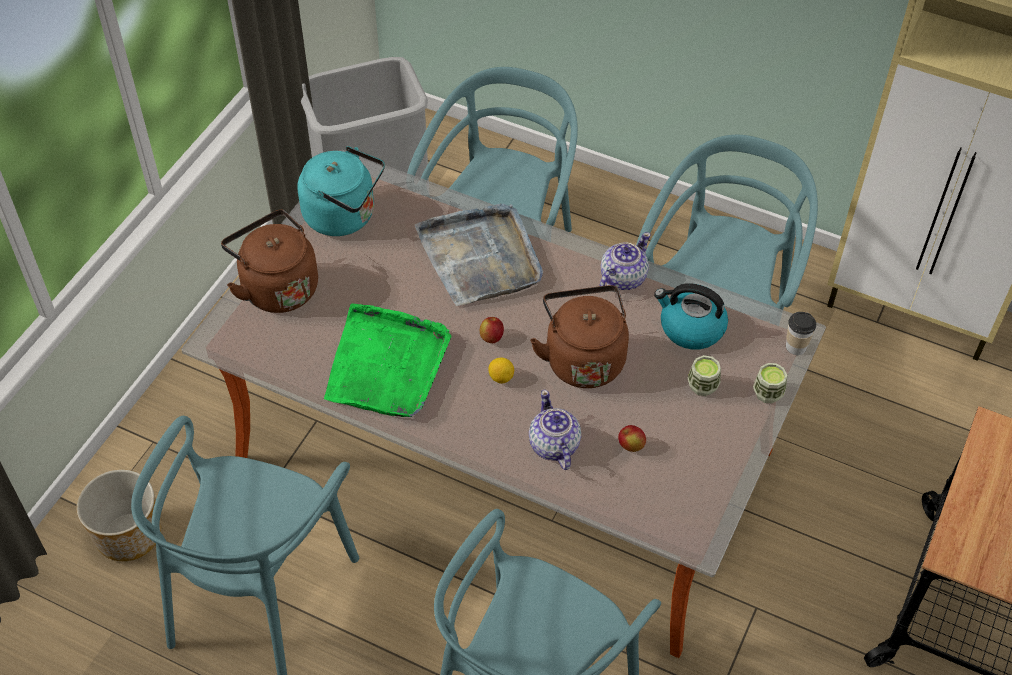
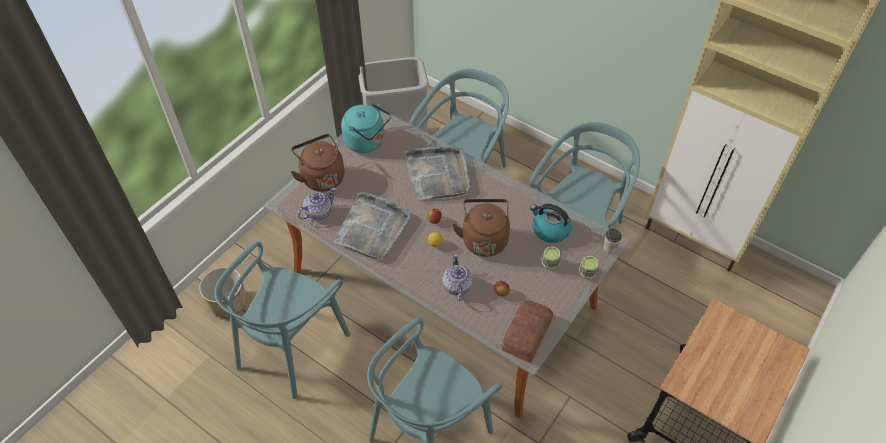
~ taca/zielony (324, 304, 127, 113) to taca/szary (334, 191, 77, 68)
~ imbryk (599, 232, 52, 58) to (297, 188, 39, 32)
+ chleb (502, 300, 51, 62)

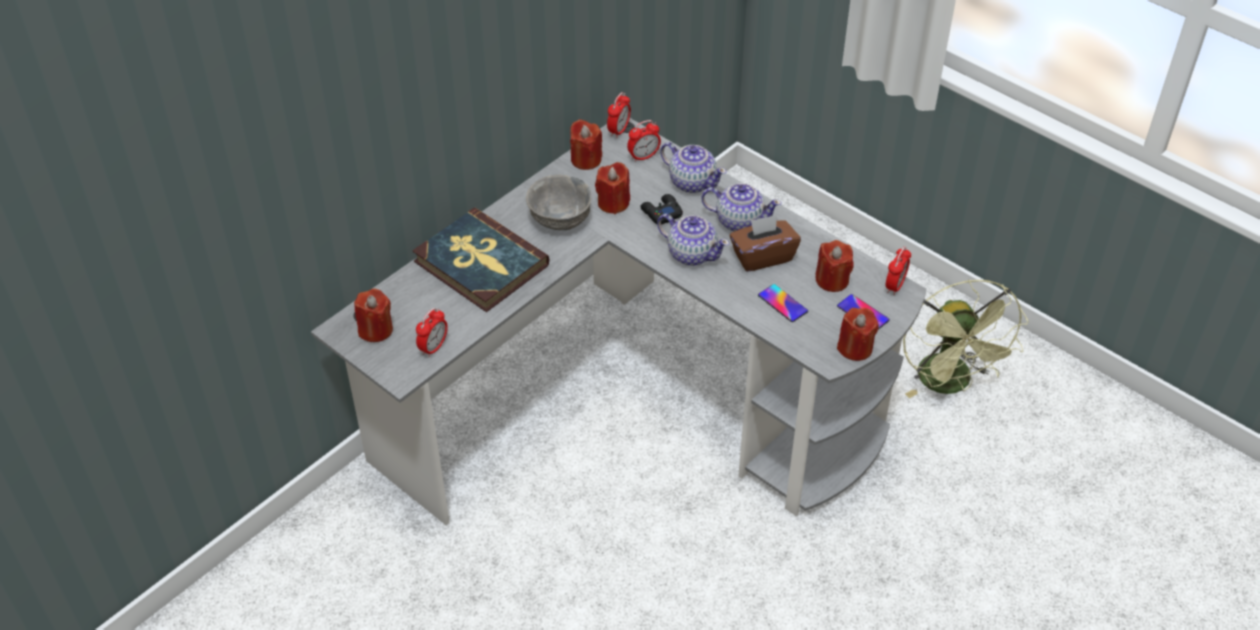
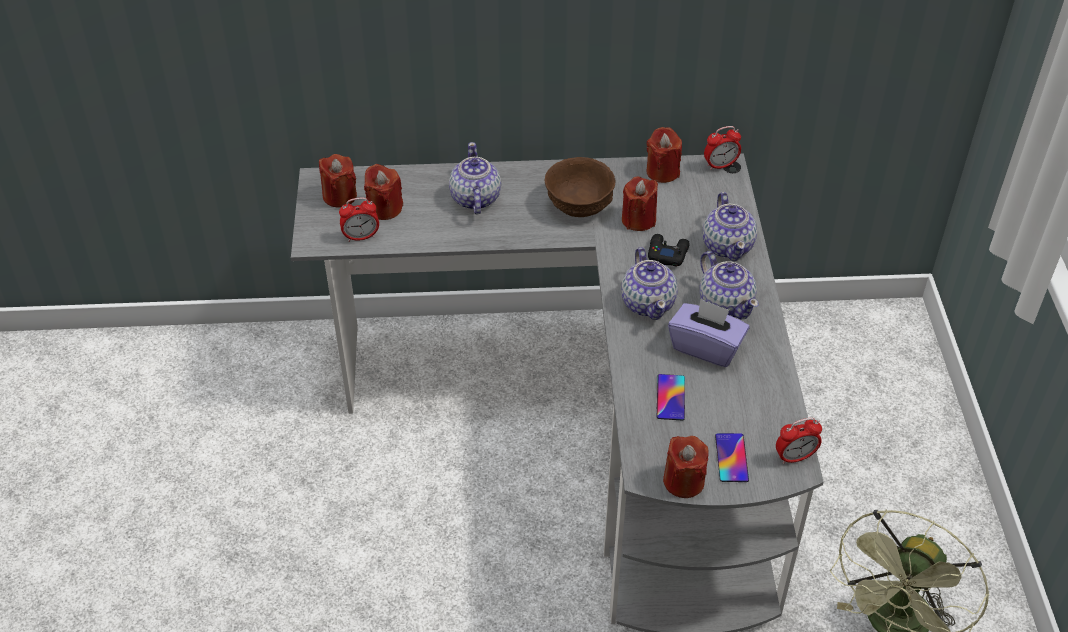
~ książka (412, 208, 138, 104) to imbryk (449, 142, 52, 73)
~ miska/szary (526, 174, 66, 56) to miska/brązowy (545, 157, 70, 60)
- budzik (627, 120, 34, 42)
~ pudełko chusteczek/brązowy (730, 215, 71, 57) to pudełko chusteczek/fioletowy (668, 298, 81, 69)
~ świeca/czerwony (815, 240, 39, 52) to (364, 164, 39, 56)

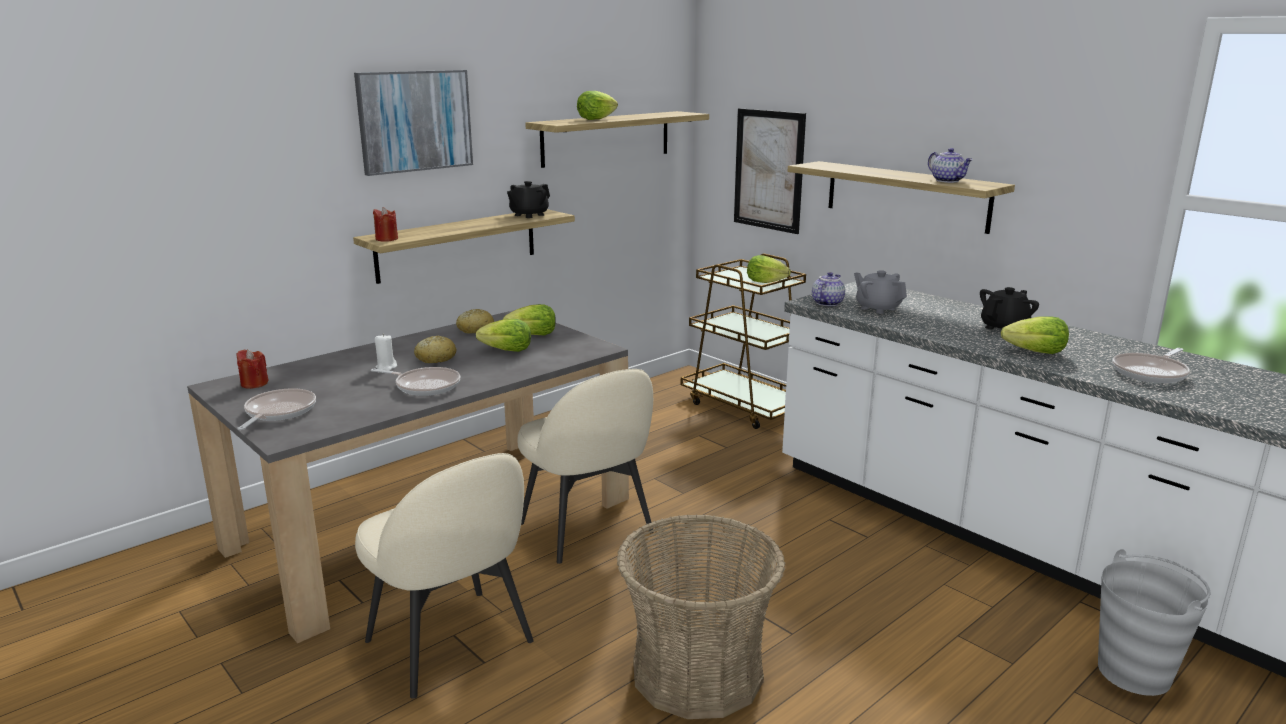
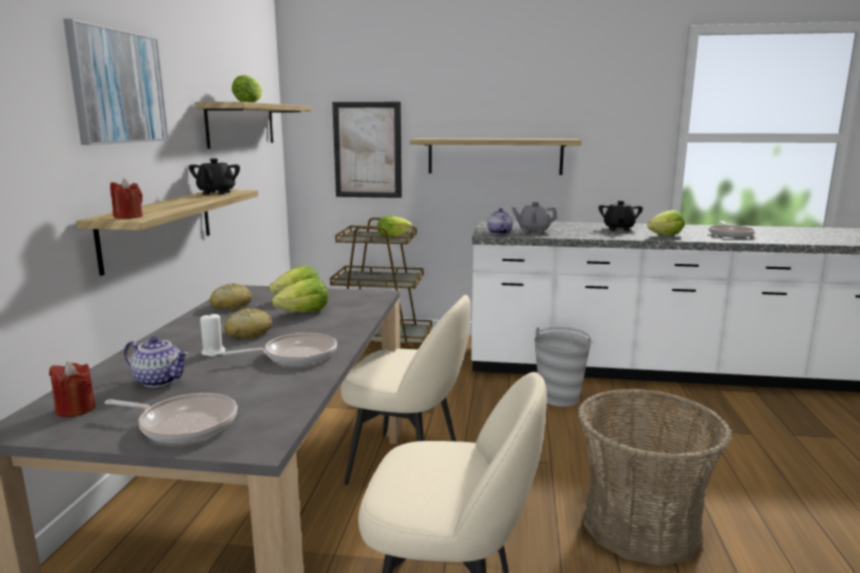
~ patelnia (237, 388, 79, 42) = (105, 393, 132, 50) 135 degrees clockwise
~ imbryk (928, 148, 45, 35) to (124, 336, 64, 51)
~ wiadro/szary (1098, 549, 112, 147) to (535, 327, 58, 79)

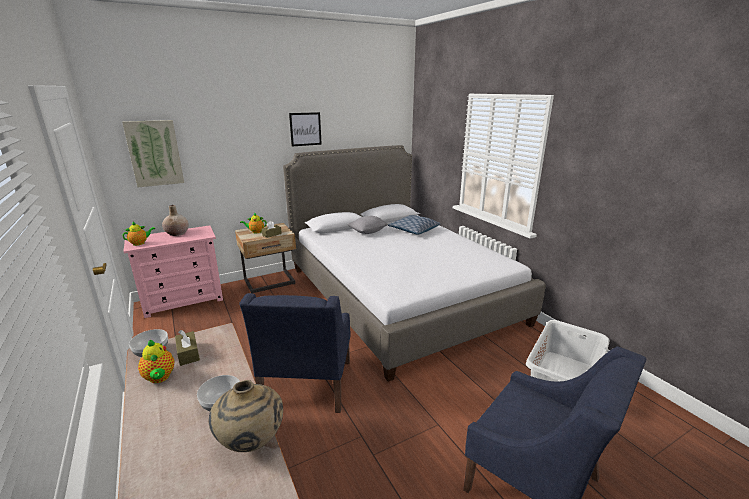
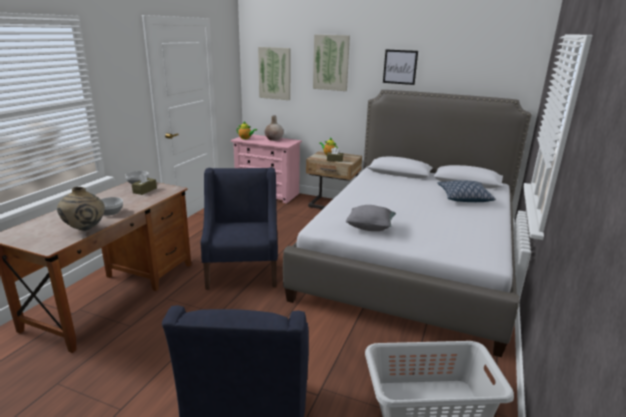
- imbryk (138, 340, 36, 43)
~ fotel/niebieski (239, 293, 112, 120) = (201, 167, 77, 123) 120 degrees clockwise
~ poduszka/szary (347, 216, 41, 18) to (345, 205, 51, 26)
+ obraz (313, 34, 37, 57)

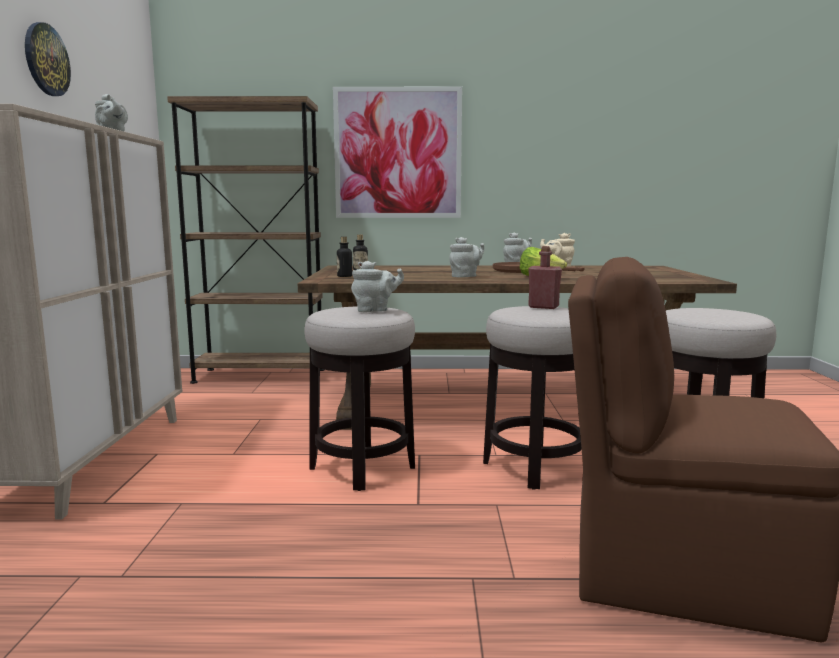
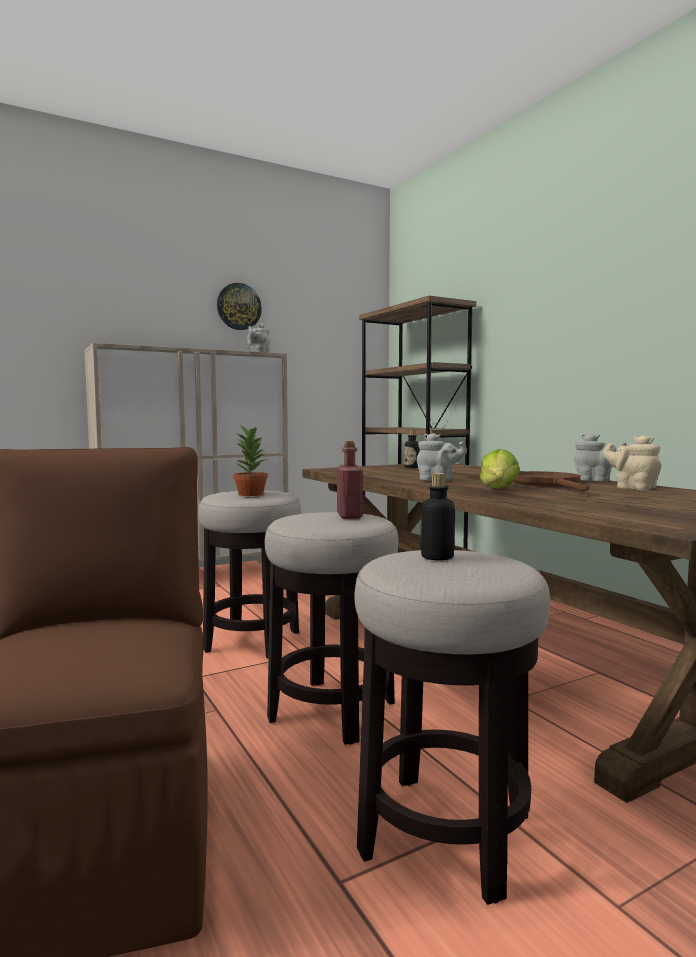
- obraz (333, 87, 129, 131)
~ butelka (337, 236, 15, 41) to (420, 473, 35, 88)
~ imbryk/szary (351, 261, 53, 51) to roślina doniczkowa (233, 425, 35, 71)

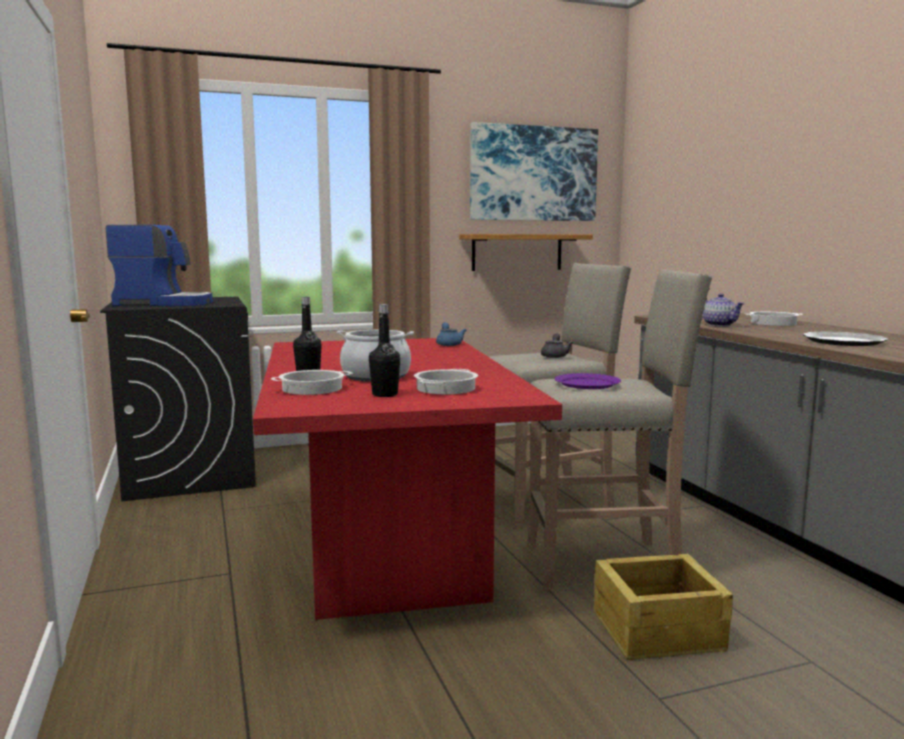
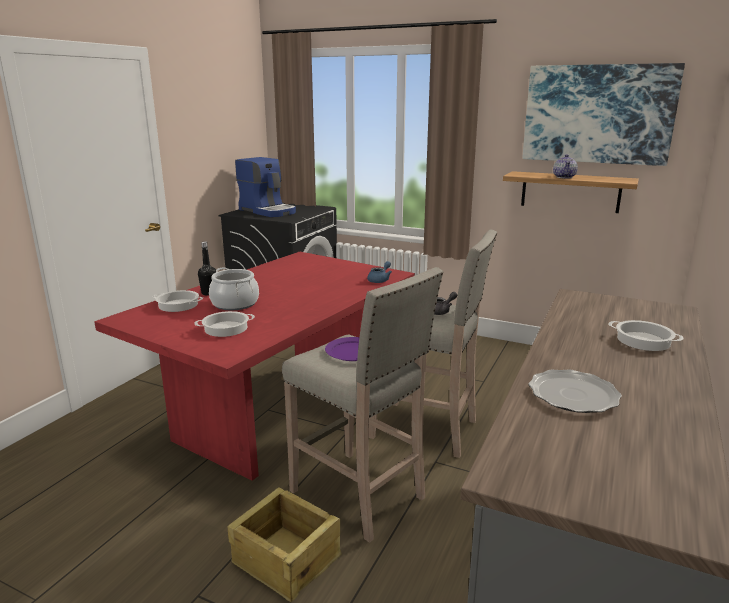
- butelka/czarny (369, 304, 31, 93)
~ imbryk (702, 293, 43, 33) to (553, 154, 25, 24)

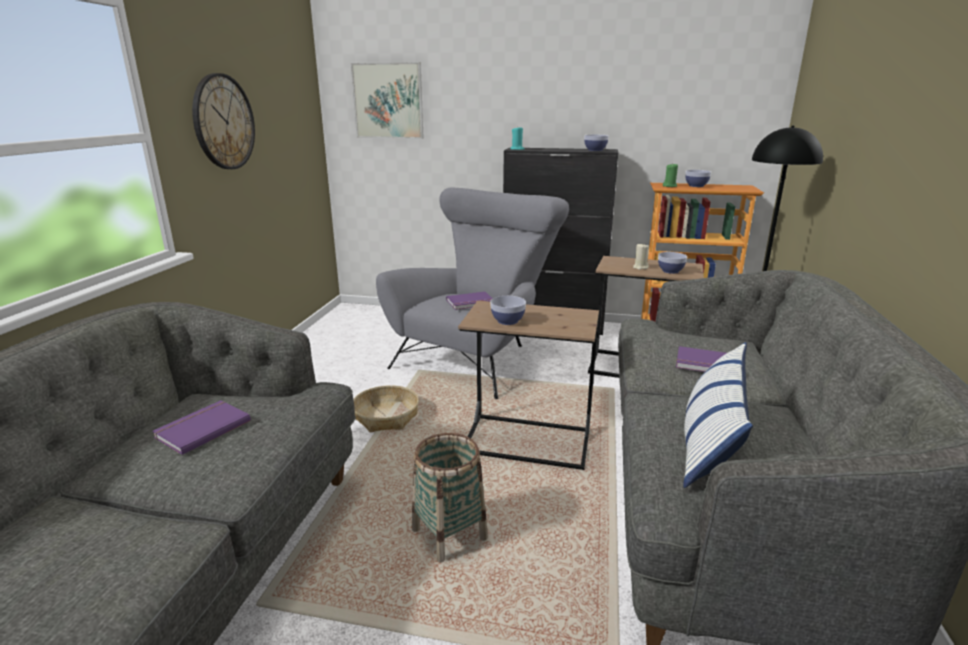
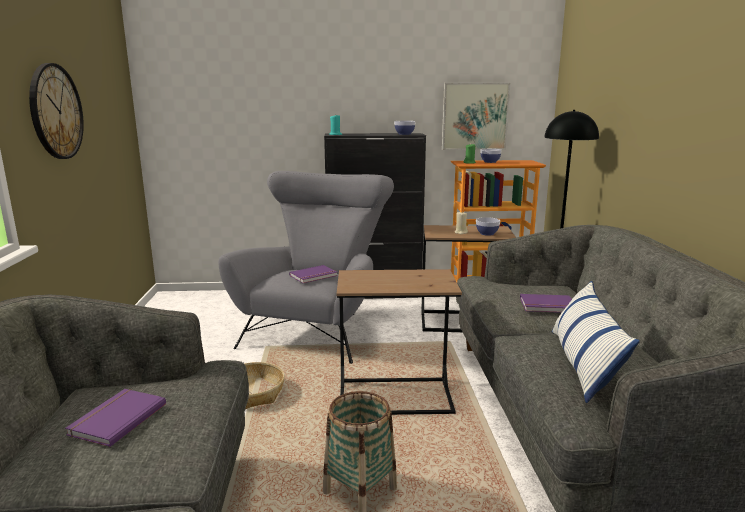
~ obraz (351, 62, 73, 77) to (442, 83, 68, 67)
- miska (490, 296, 36, 29)

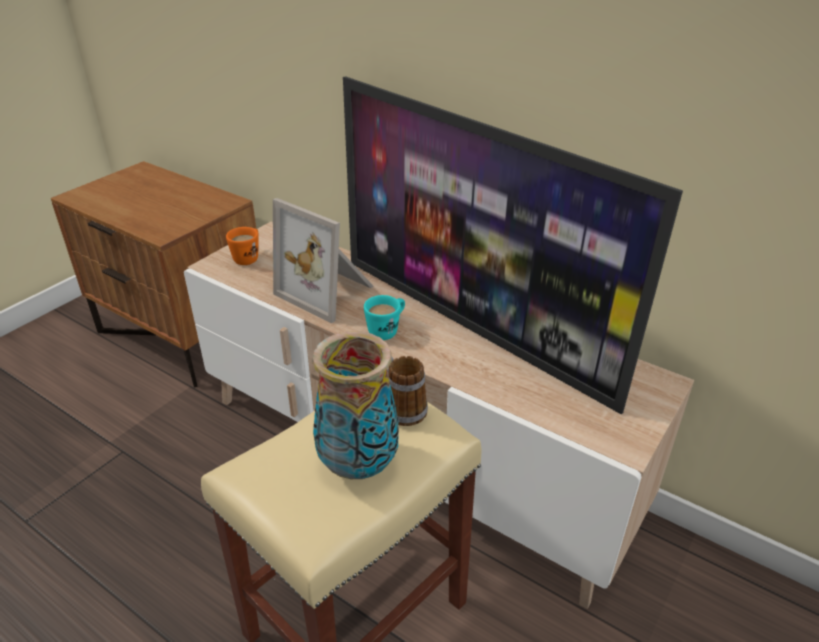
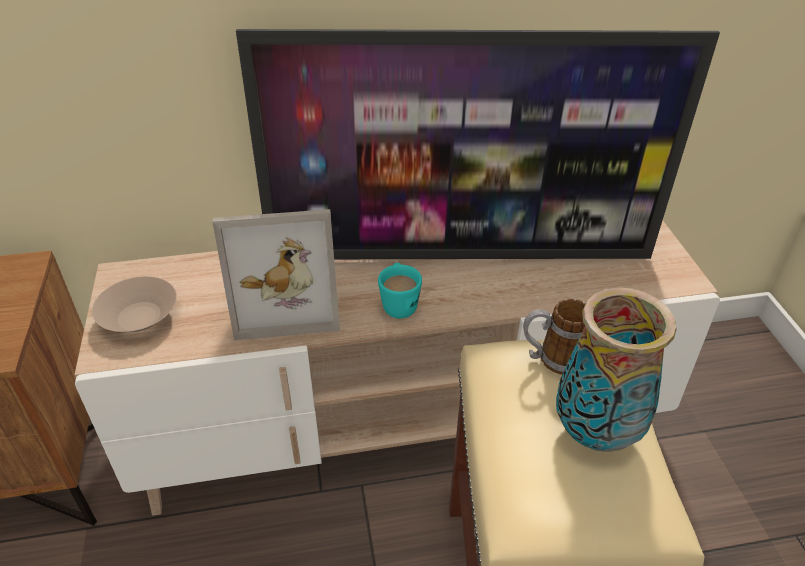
~ kubek/pomarańczowy (226, 227, 33, 38) to miska/beżowy (92, 276, 85, 56)

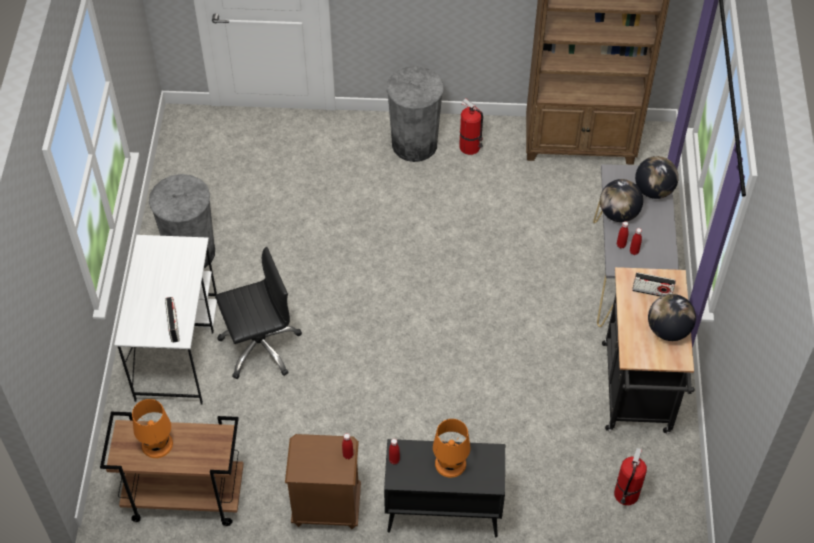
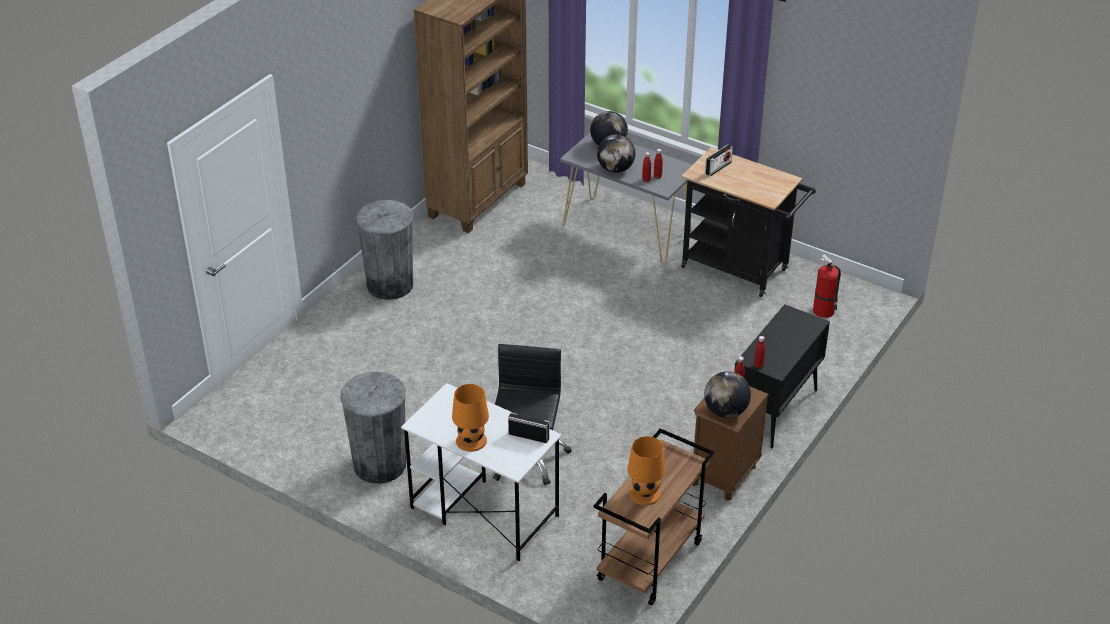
~ lampa stołowa/pomarańczowy (433, 419, 37, 59) to (452, 384, 37, 68)
- gaśnica (459, 98, 24, 57)
~ globus (648, 294, 48, 47) to (704, 371, 47, 47)

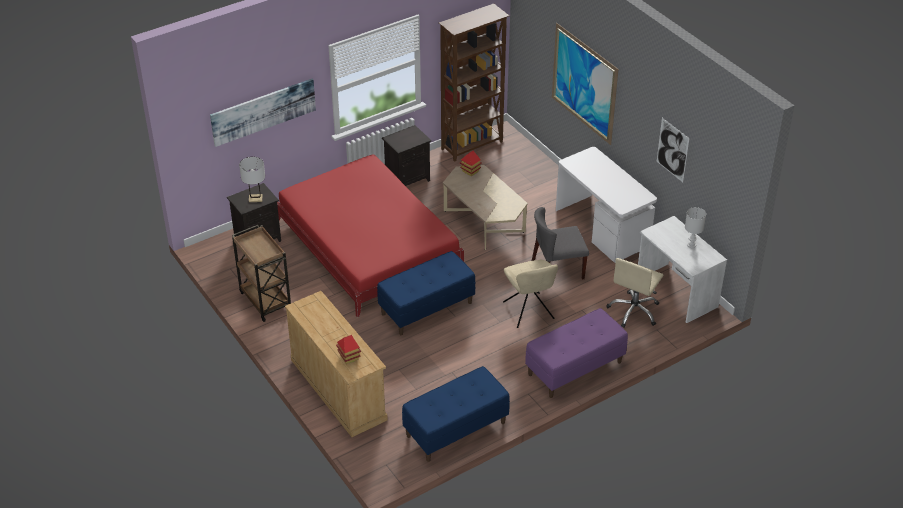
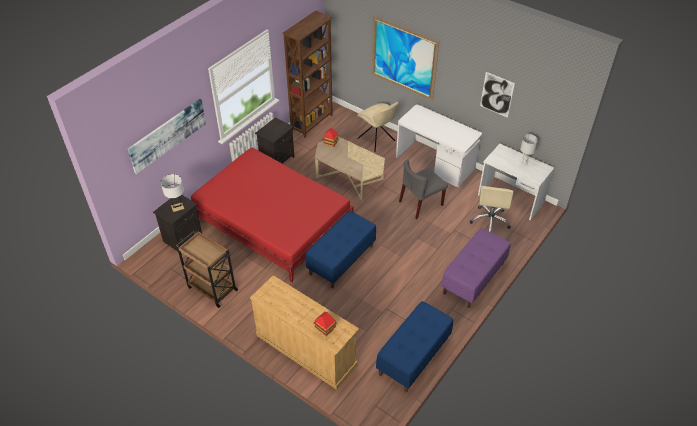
~ krzesło/beżowy (503, 260, 55, 68) to (357, 102, 42, 50)

